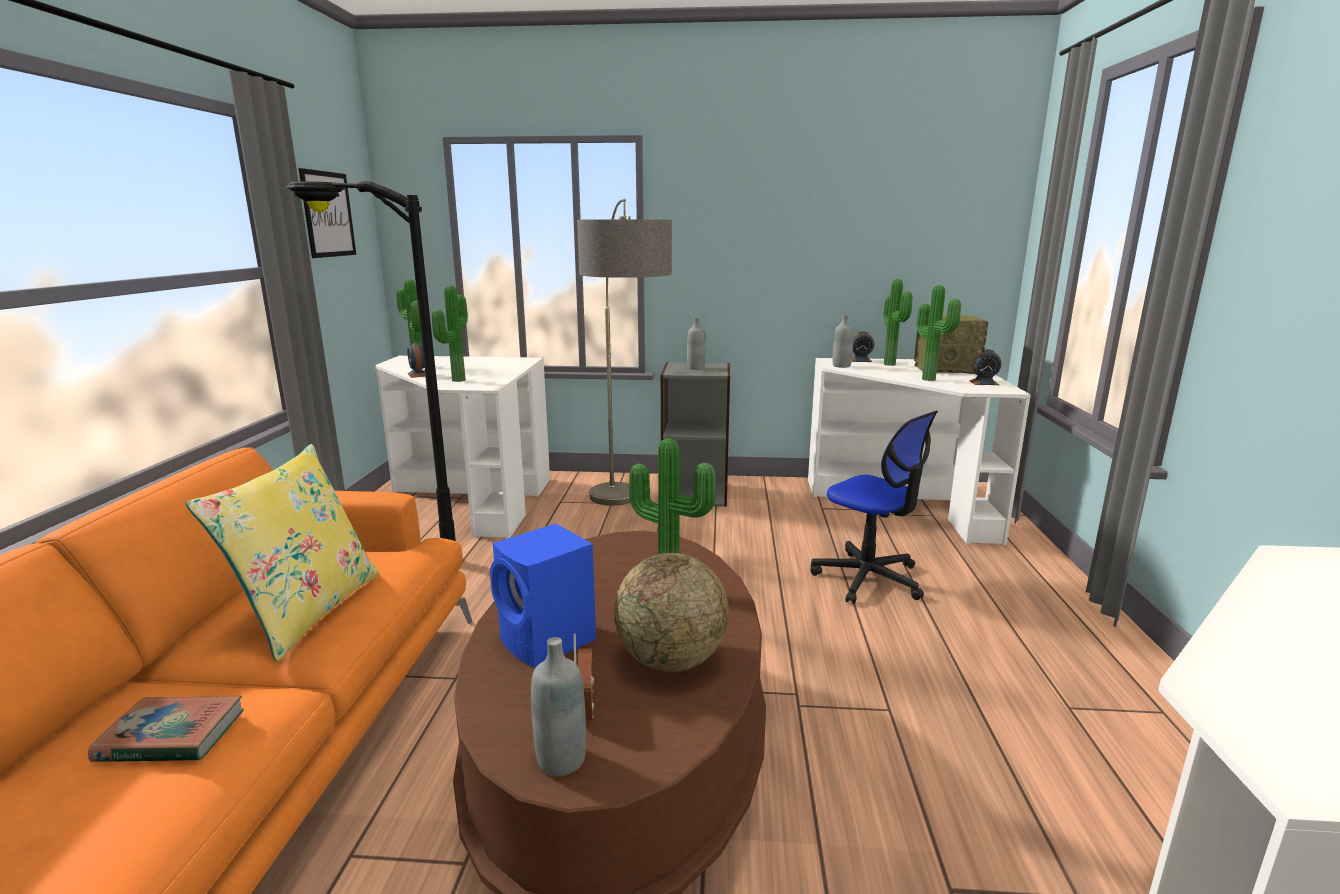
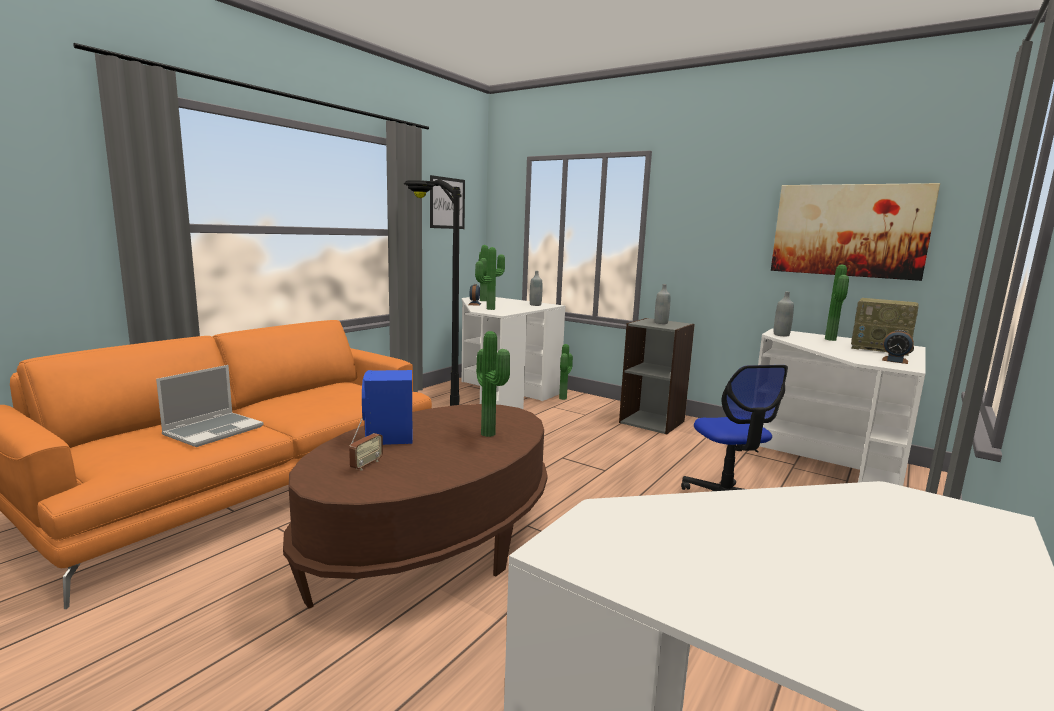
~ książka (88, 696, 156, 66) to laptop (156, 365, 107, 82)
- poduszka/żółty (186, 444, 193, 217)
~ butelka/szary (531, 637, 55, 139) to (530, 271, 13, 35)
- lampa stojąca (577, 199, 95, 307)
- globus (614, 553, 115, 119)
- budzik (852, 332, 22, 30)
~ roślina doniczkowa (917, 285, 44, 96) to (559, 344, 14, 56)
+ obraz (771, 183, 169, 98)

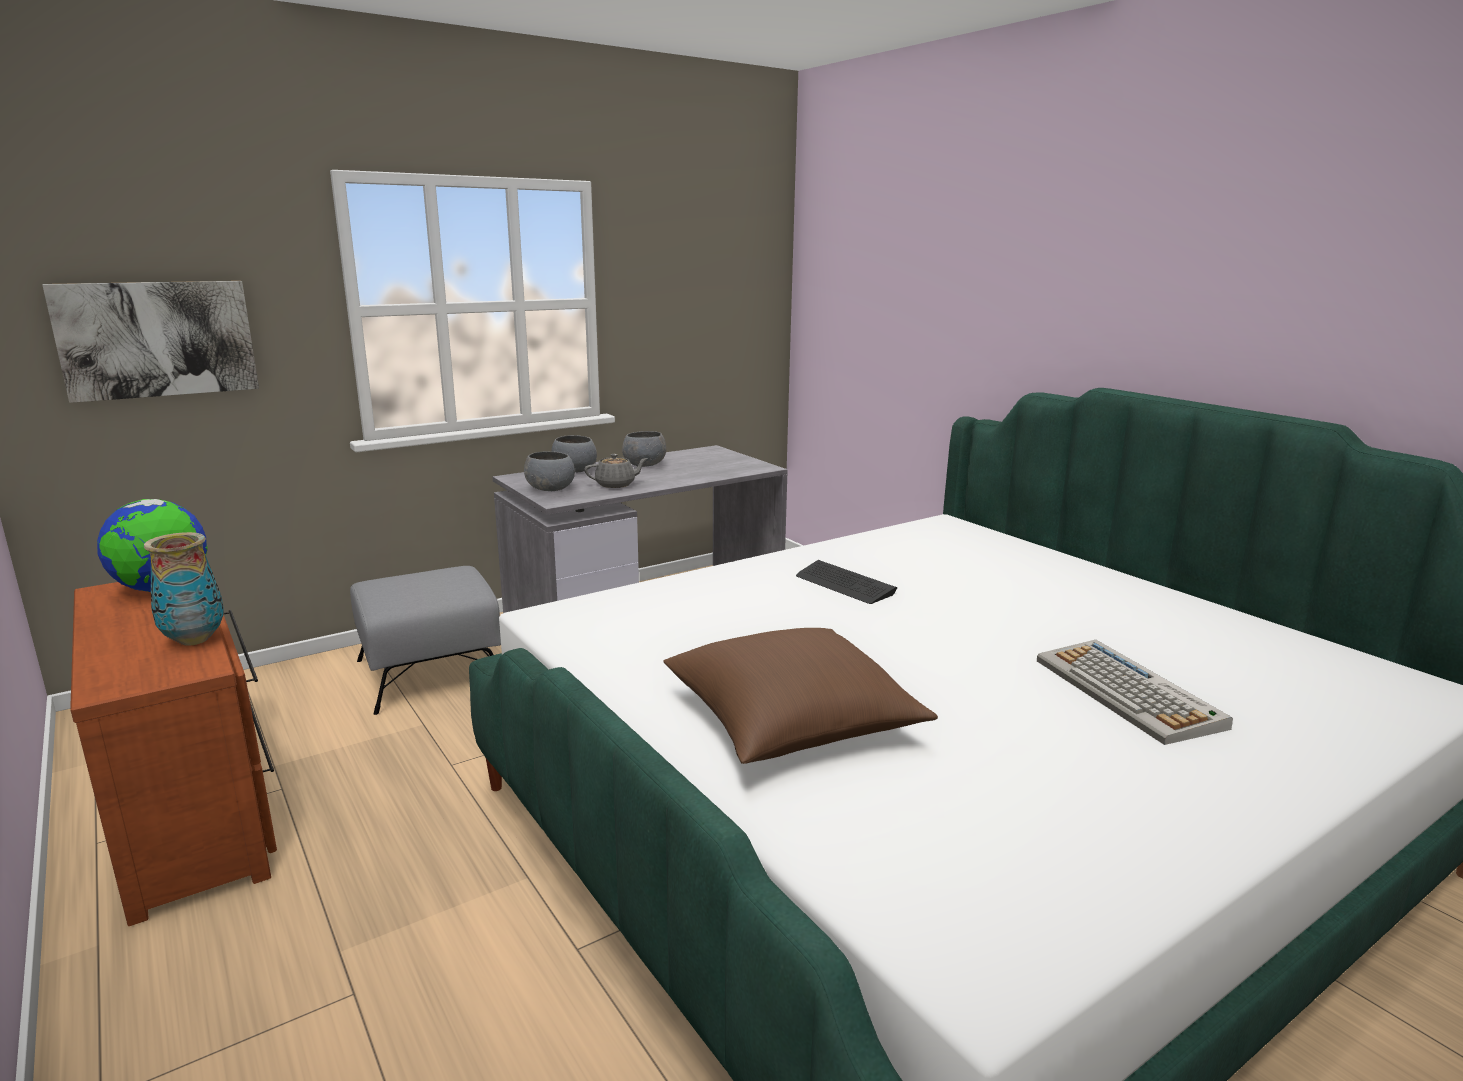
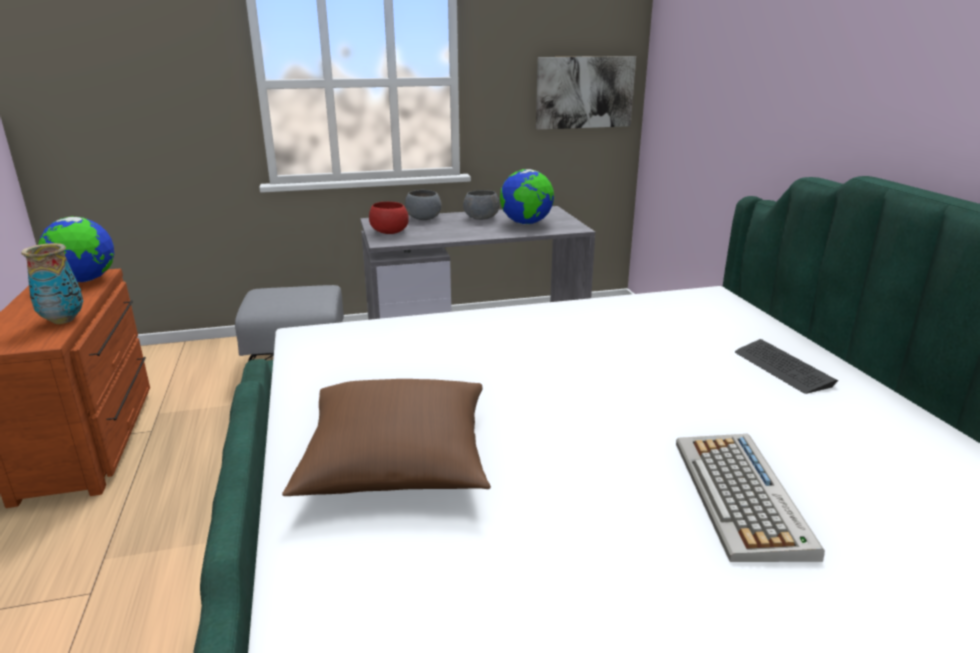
~ obraz (42, 281, 217, 122) to (536, 56, 100, 74)
~ miska/szary (524, 451, 51, 40) to miska/czerwony (369, 202, 40, 32)
- imbryk/szary (584, 454, 64, 34)
~ klawiatura (796, 560, 101, 44) to (735, 339, 103, 55)
+ globus (500, 169, 54, 55)

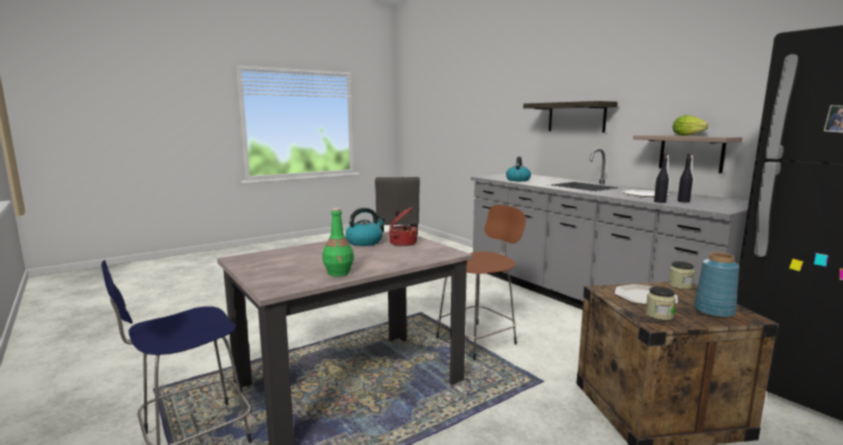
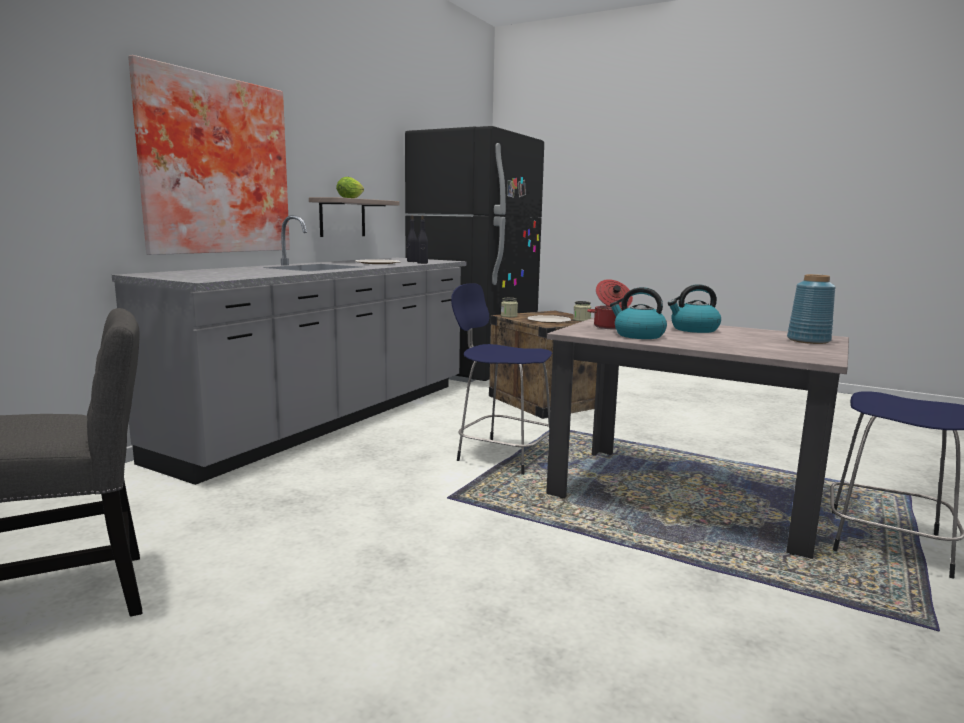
- butelka/zielony (323, 208, 31, 68)
~ stołek/brązowy (436, 205, 90, 156) to stołek/niebieski (451, 283, 101, 192)
~ czajnik (506, 157, 25, 24) to (668, 284, 53, 49)
~ półka (523, 101, 95, 32) to obraz (128, 55, 162, 200)
~ wazon/niebieski (694, 252, 45, 66) to (787, 274, 48, 70)

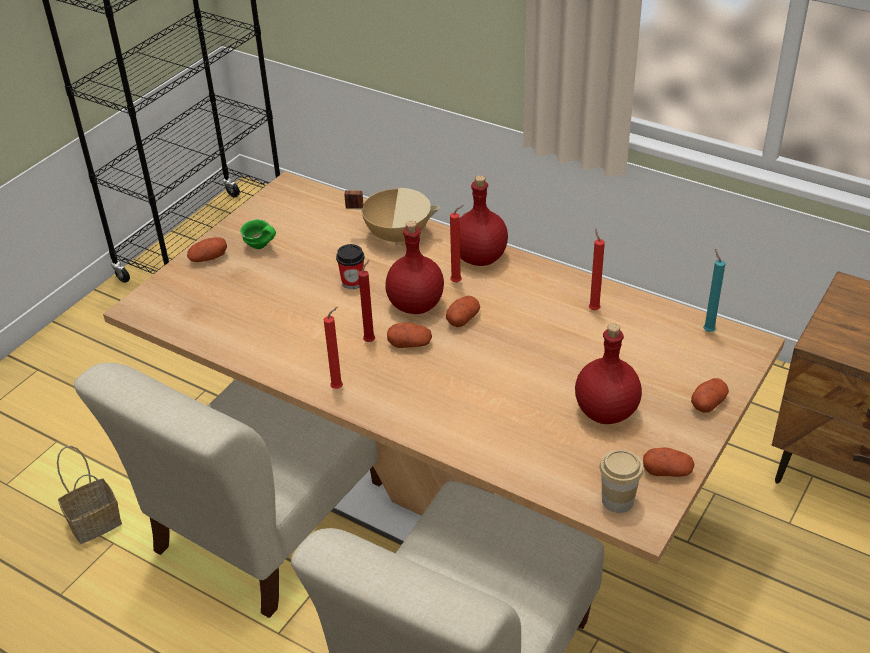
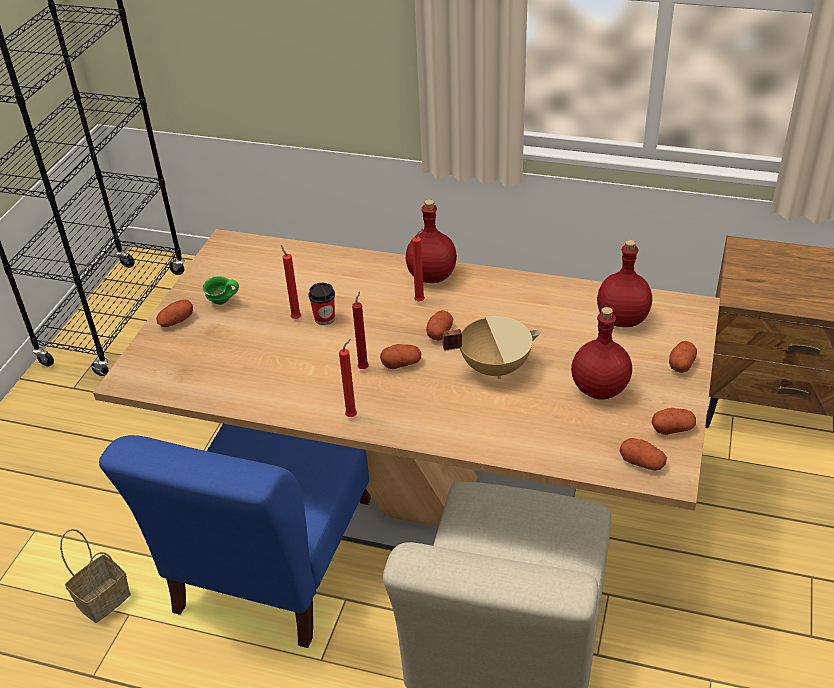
~ krzesło/beżowy (74, 363, 308, 255) to krzesło/niebieski (99, 424, 272, 224)
~ garnek/beżowy (344, 188, 96, 58) to (442, 316, 99, 63)
~ butelka/czerwony (385, 221, 59, 93) to (597, 240, 55, 87)
~ świeca/czerwony (589, 228, 16, 82) to (281, 245, 20, 74)
~ filiżanka (599, 450, 44, 63) to ziemniak (620, 438, 47, 33)
- świeca/turkusowy (703, 249, 23, 83)

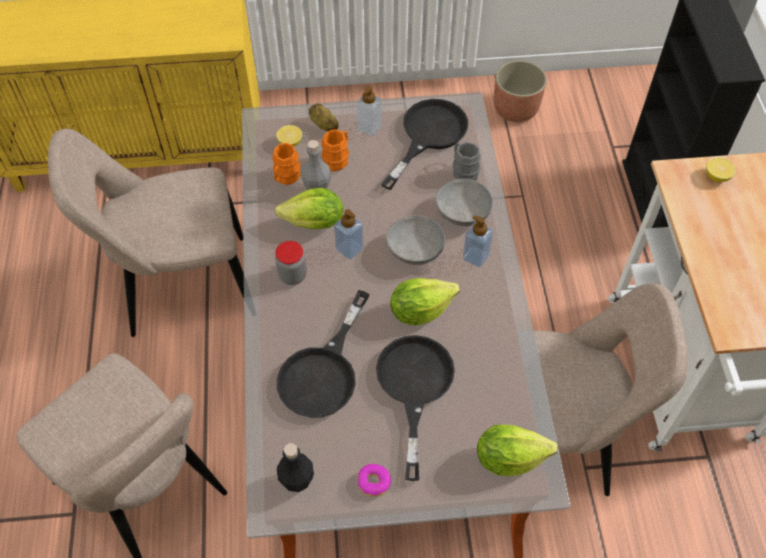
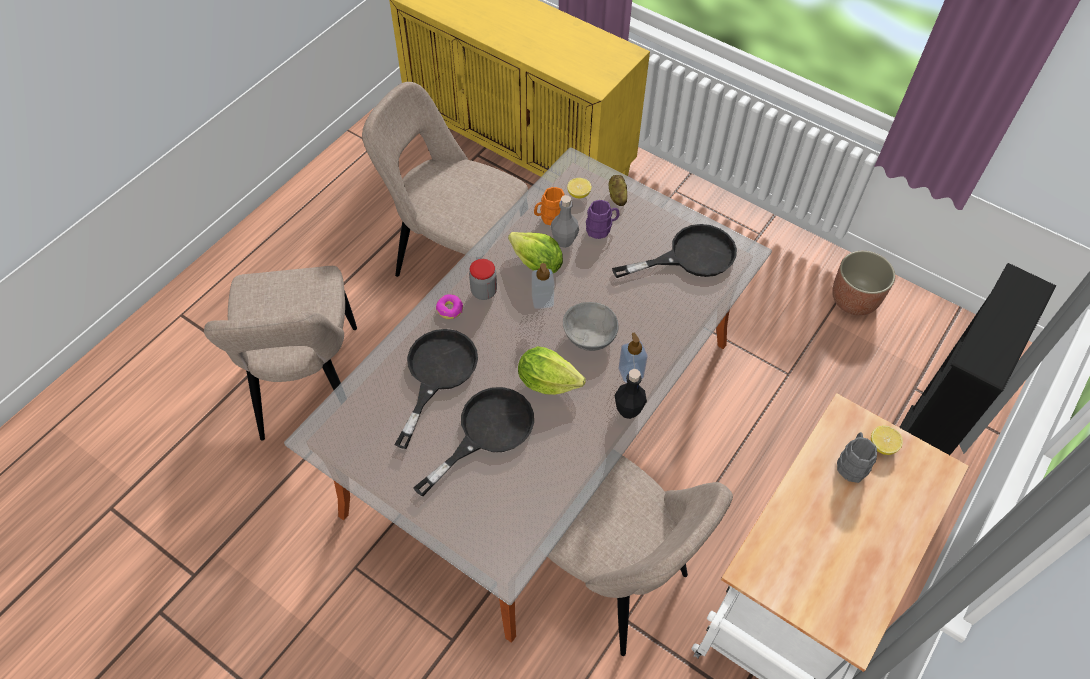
~ patelnia/czarny (277, 290, 93, 128) = (394, 329, 84, 120) 135 degrees clockwise
~ butelka/czarny (277, 443, 37, 49) to (615, 369, 32, 50)
~ kubek/pomarańczowy (321, 129, 28, 42) to kubek/fioletowy (586, 200, 33, 39)
- dozownik mydła (357, 86, 25, 50)
~ donut (358, 464, 33, 33) to (436, 294, 27, 25)
- miska/szary (435, 179, 58, 47)
~ kubek/szary (453, 142, 28, 39) to (837, 432, 40, 51)
- sałata (477, 424, 81, 52)

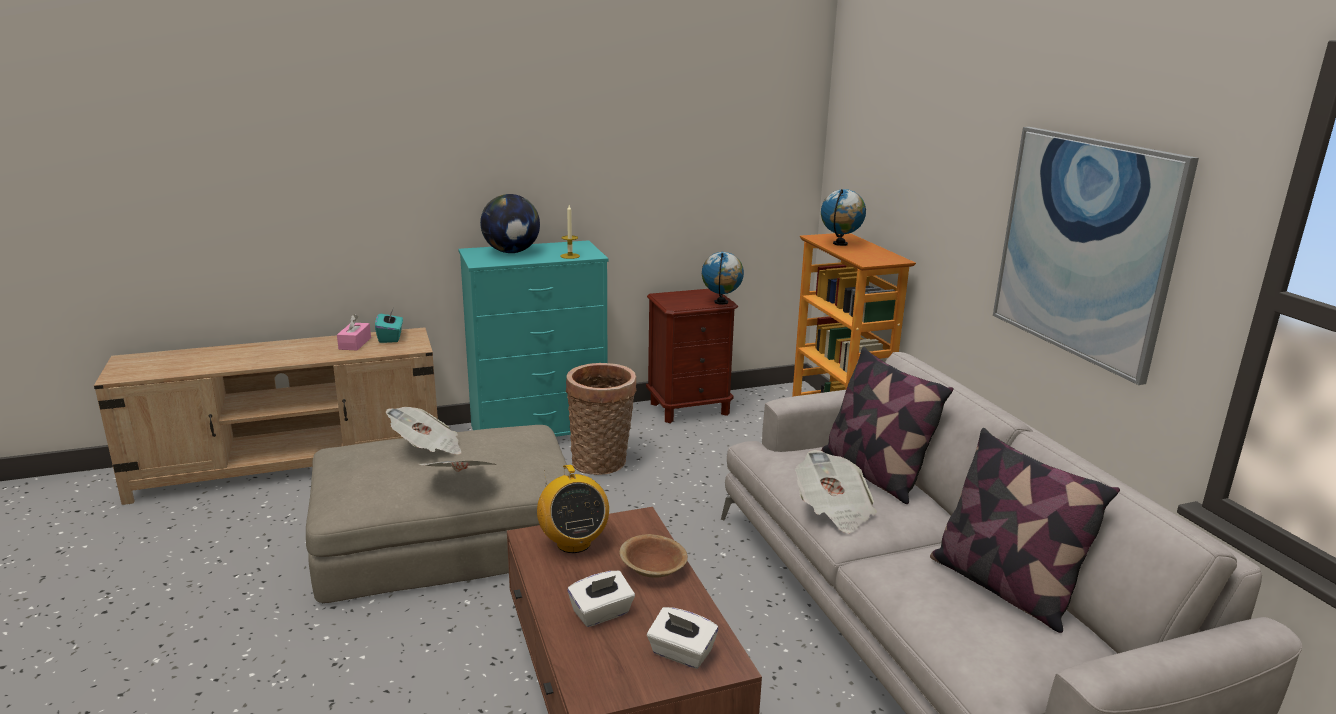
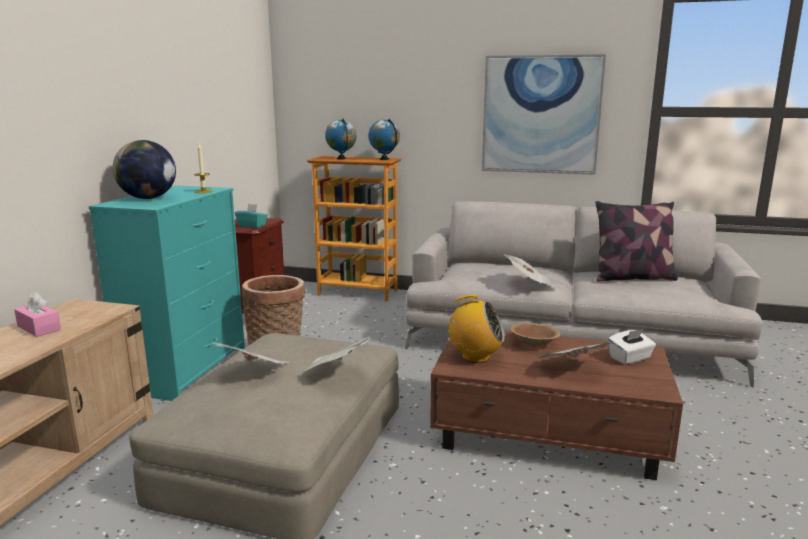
~ pudełko chusteczek/turkusowy (375, 310, 28, 33) to (235, 204, 33, 24)
~ pudełko chusteczek/biały (568, 571, 67, 56) to gazeta (536, 343, 75, 16)
~ globus (702, 252, 42, 53) to (369, 119, 31, 41)
- poduszka (821, 347, 133, 157)

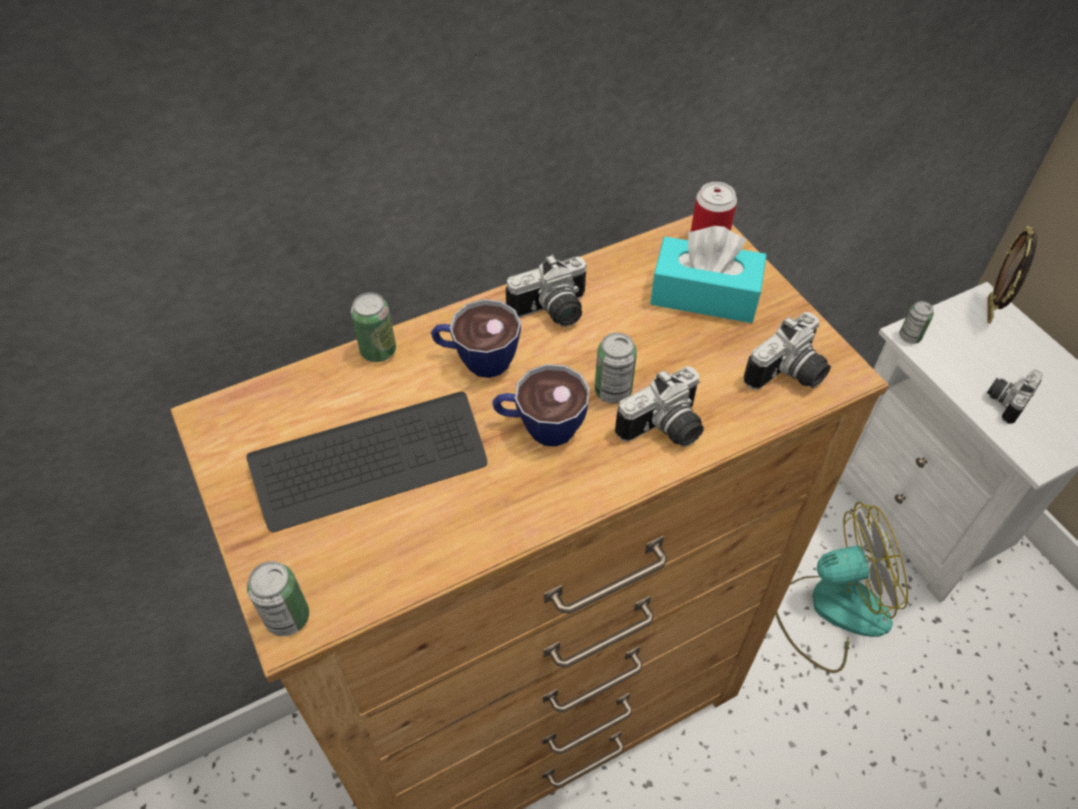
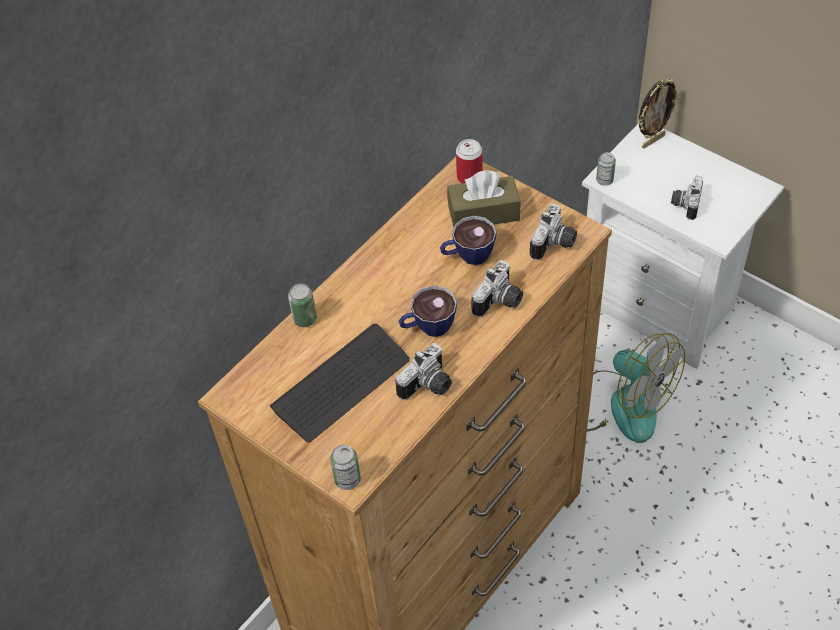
~ filiżanka (431, 299, 90, 79) to (440, 216, 56, 49)
~ aparat fotograficzny (506, 254, 81, 73) to (396, 343, 56, 57)
- puszka (595, 332, 42, 72)
~ pudełko chusteczek/turkusowy (650, 226, 117, 97) to pudełko chusteczek/brązowy (447, 170, 73, 57)
~ wentylator (776, 502, 132, 171) = (587, 333, 98, 110) 75 degrees clockwise
~ ramka na zdjęcie (987, 226, 50, 98) = (638, 79, 41, 70) 120 degrees counterclockwise

